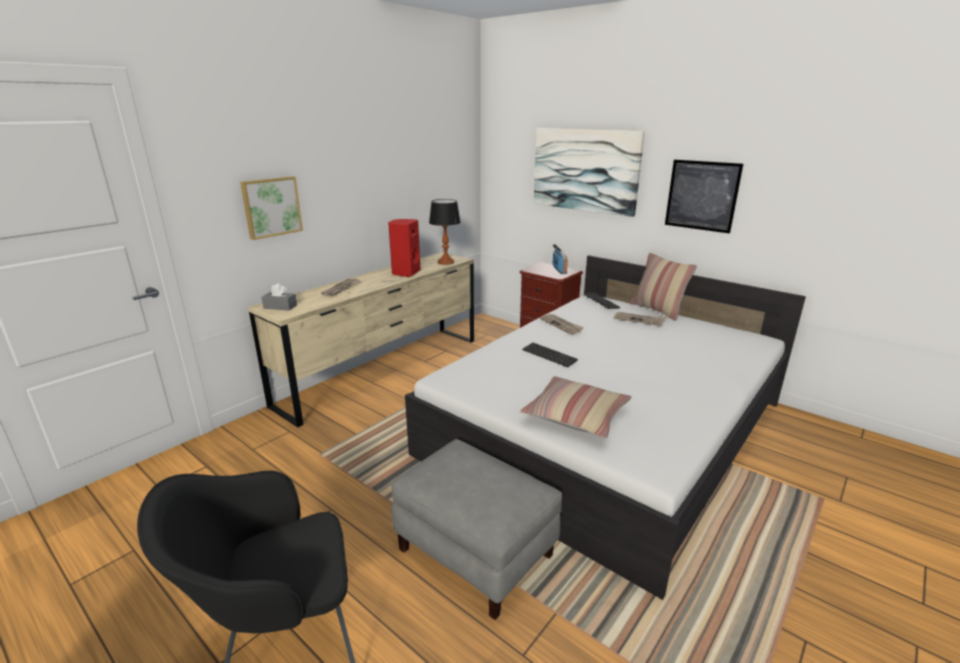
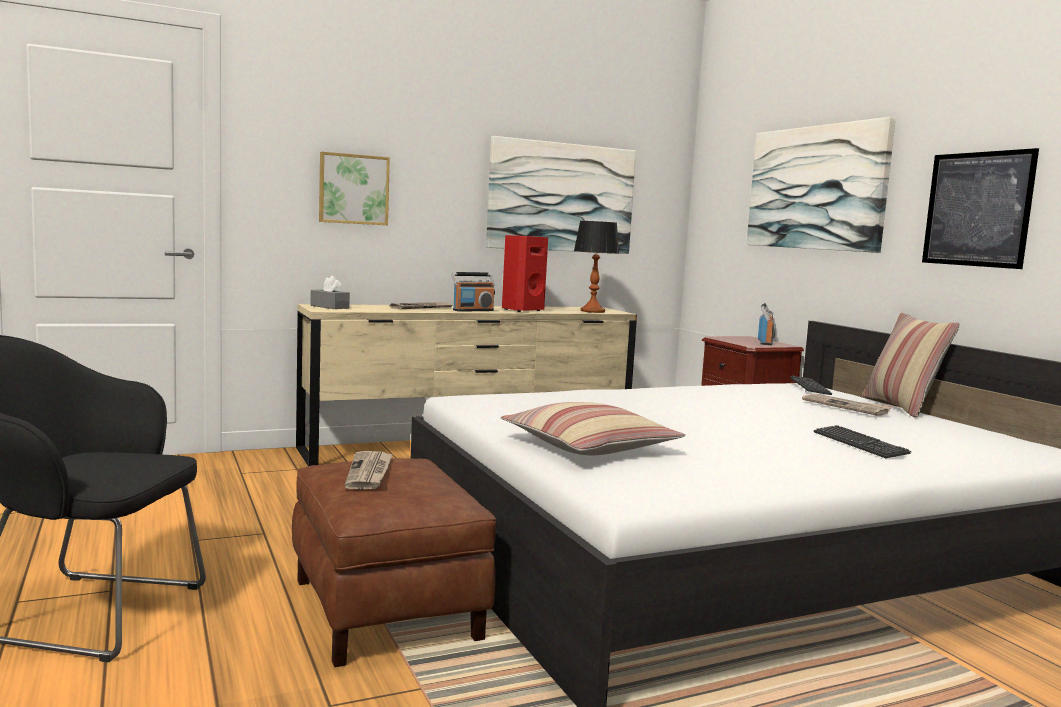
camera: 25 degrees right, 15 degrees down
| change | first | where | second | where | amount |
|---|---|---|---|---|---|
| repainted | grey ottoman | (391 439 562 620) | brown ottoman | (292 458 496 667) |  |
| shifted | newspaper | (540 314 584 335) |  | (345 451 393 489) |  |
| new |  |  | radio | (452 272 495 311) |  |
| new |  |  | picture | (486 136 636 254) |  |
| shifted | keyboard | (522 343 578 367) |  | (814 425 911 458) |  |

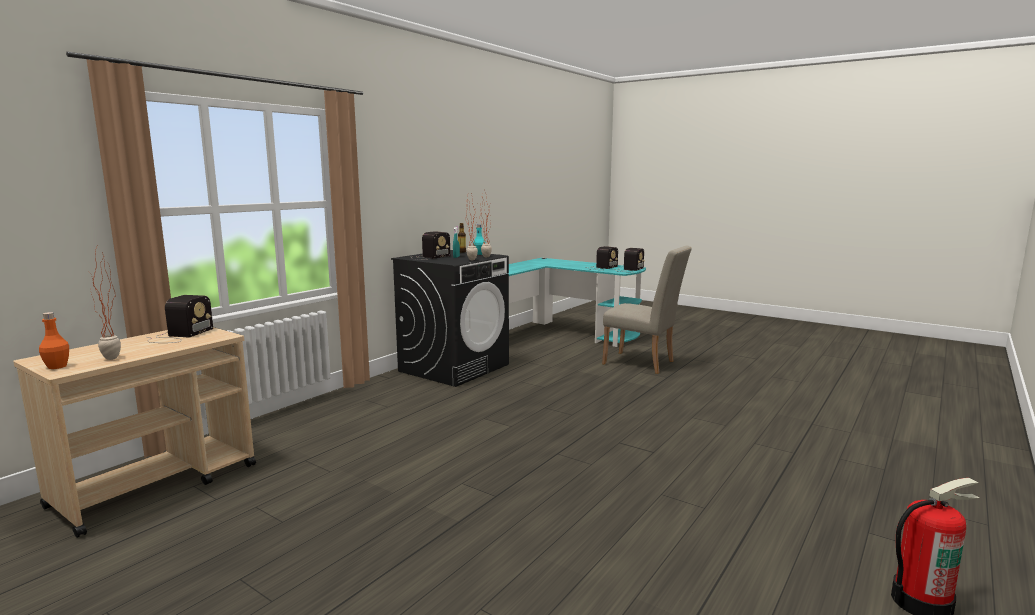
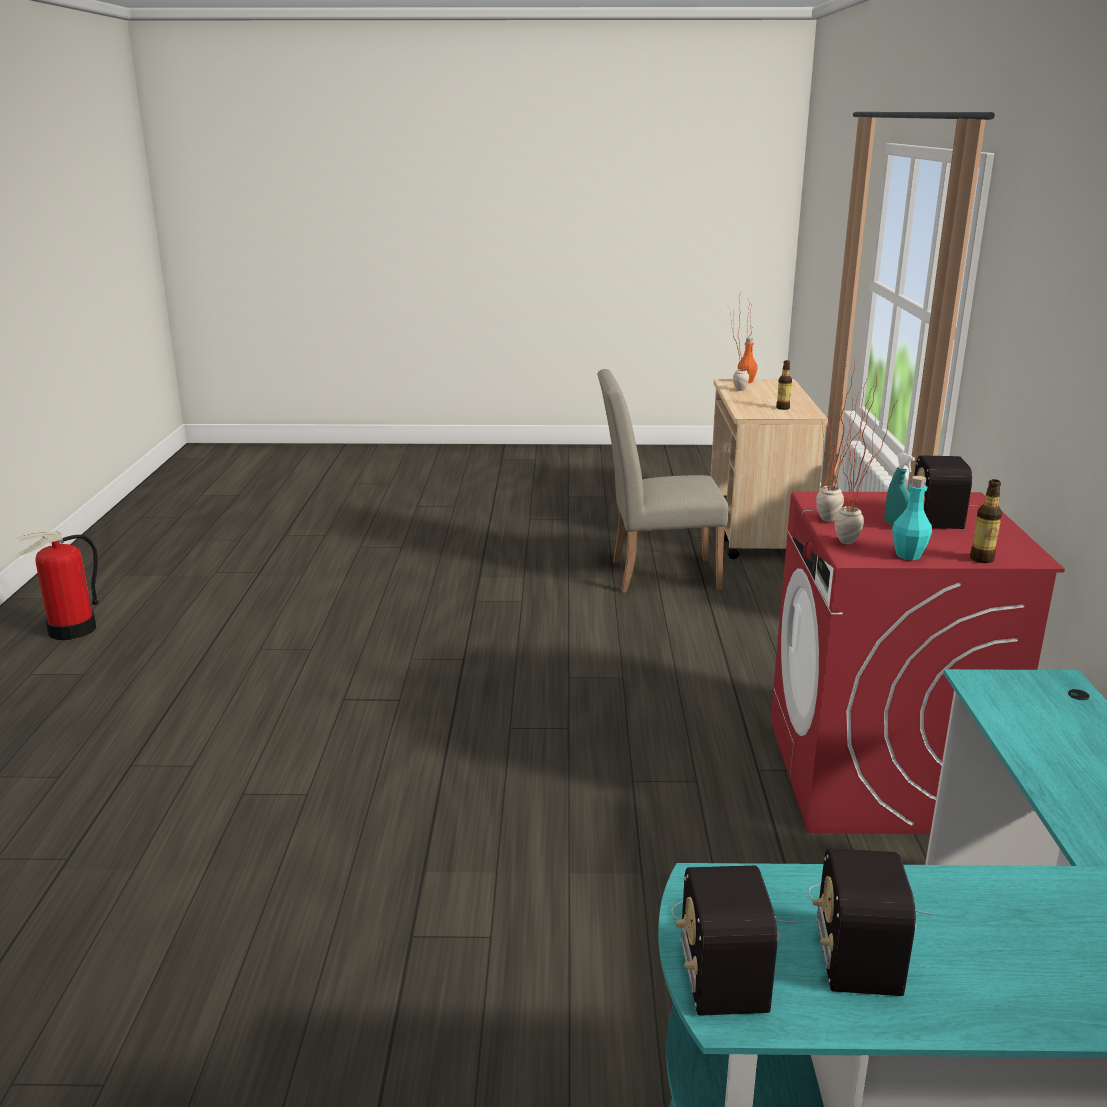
camera: 145 degrees right, 10 degrees up
| change | first | where | second | where | amount |
|---|---|---|---|---|---|
| shifted | beige chair | (602 246 692 374) |  | (597 369 728 593) |  |
| repainted | black washing machine | (391 250 509 387) | red washing machine | (770 492 1065 834) |  |
| swapped | radio | (148 295 213 343) | bottle | (776 360 792 410) |  |

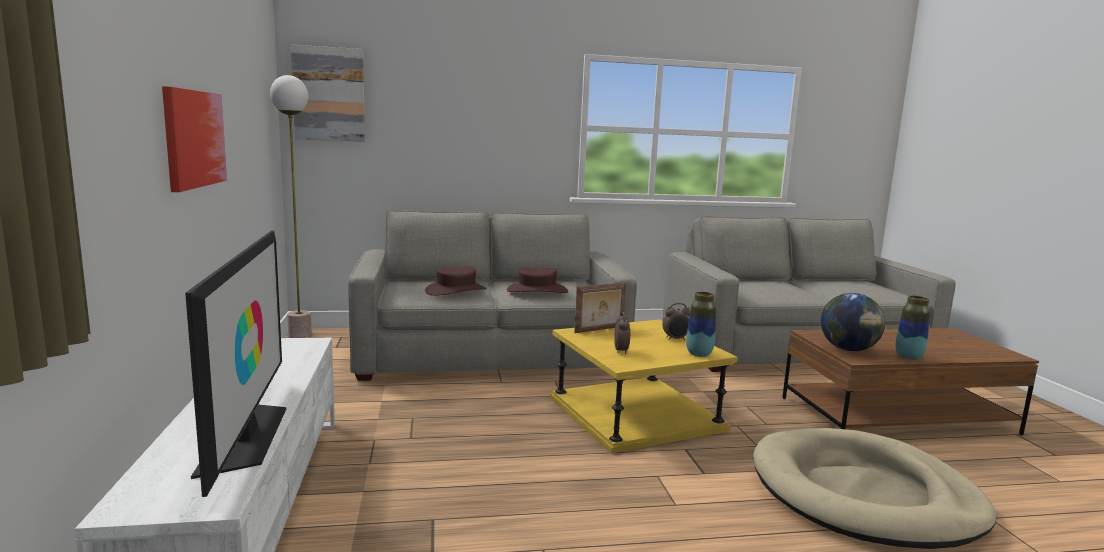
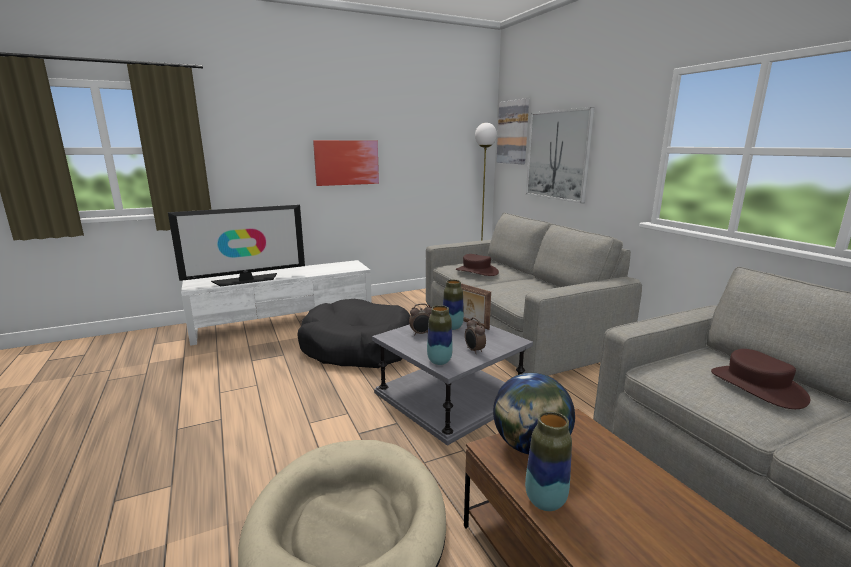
camera: 75 degrees right, 5 degrees up
| change | first | where | second | where | amount |
|---|---|---|---|---|---|
| new |  |  | black dog bed | (298 299 411 368) |  |
| repainted | yellow side table | (550 320 738 454) | grey side table | (372 321 533 446) |  |
| new |  |  | vase | (443 280 464 330) |  |
| new |  |  | picture | (526 107 595 203) |  |
| shifted | brown hat | (507 268 568 293) |  | (711 349 810 409) |  |

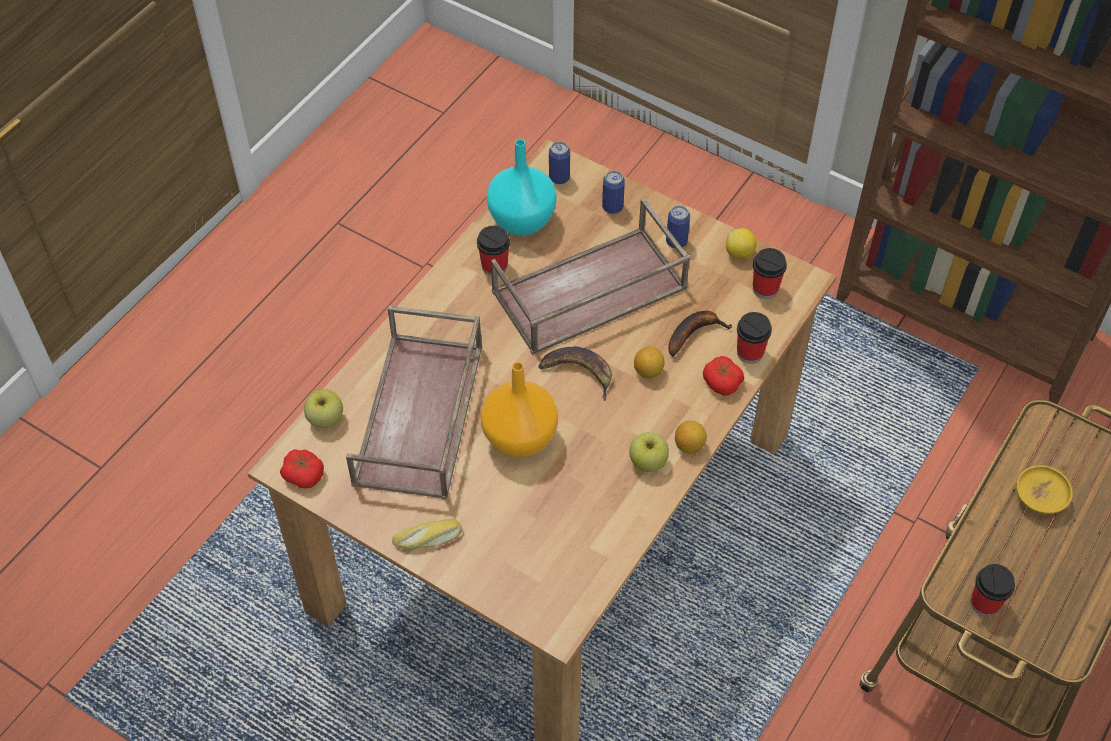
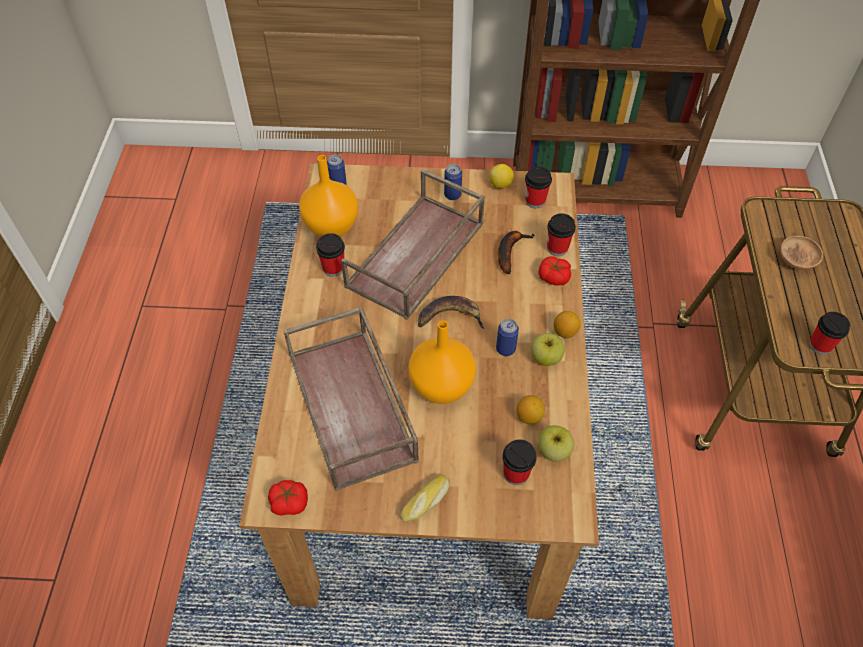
camera: 30 degrees left, 0 degrees up
| change | first | where | second | where | amount |
|---|---|---|---|---|---|
| repainted | turquoise vase | (487 139 557 235) | orange vase | (299 155 358 237) |  |
| shifted | can | (602 170 625 214) |  | (496 319 519 356) |  |
| new |  |  | cup | (503 439 537 485) |  |
| shifted | lemon | (634 347 665 379) |  | (517 395 545 424) |  |
| shifted | apple | (304 389 343 428) |  | (538 425 574 462) |  |
| repainted | yellow bowl | (1016 465 1073 514) | brown bowl | (780 236 823 270) |  |

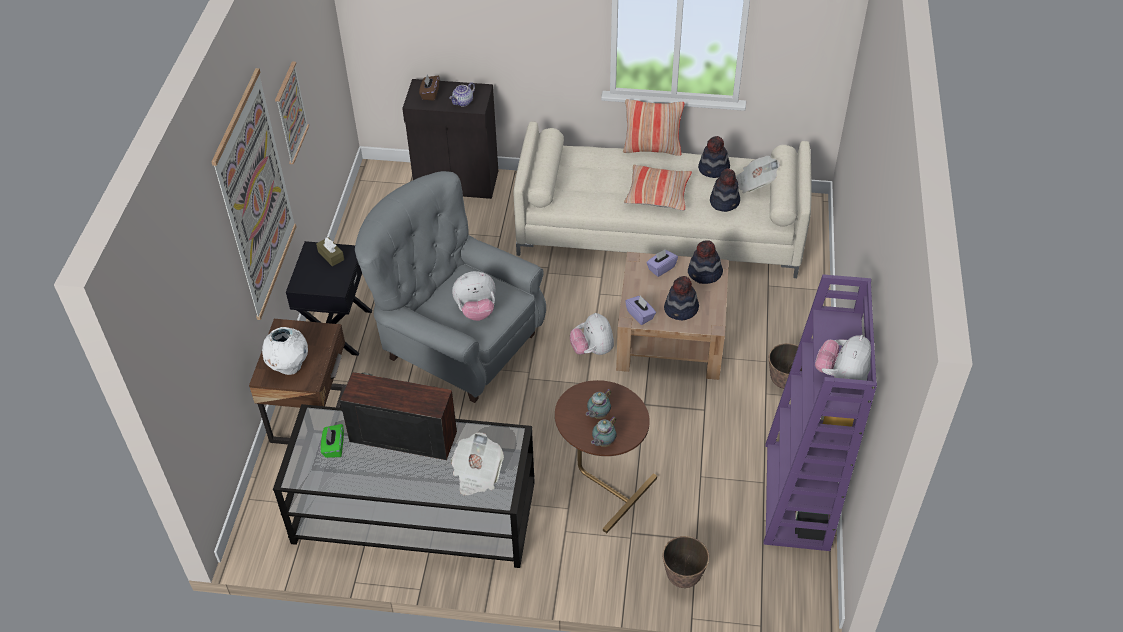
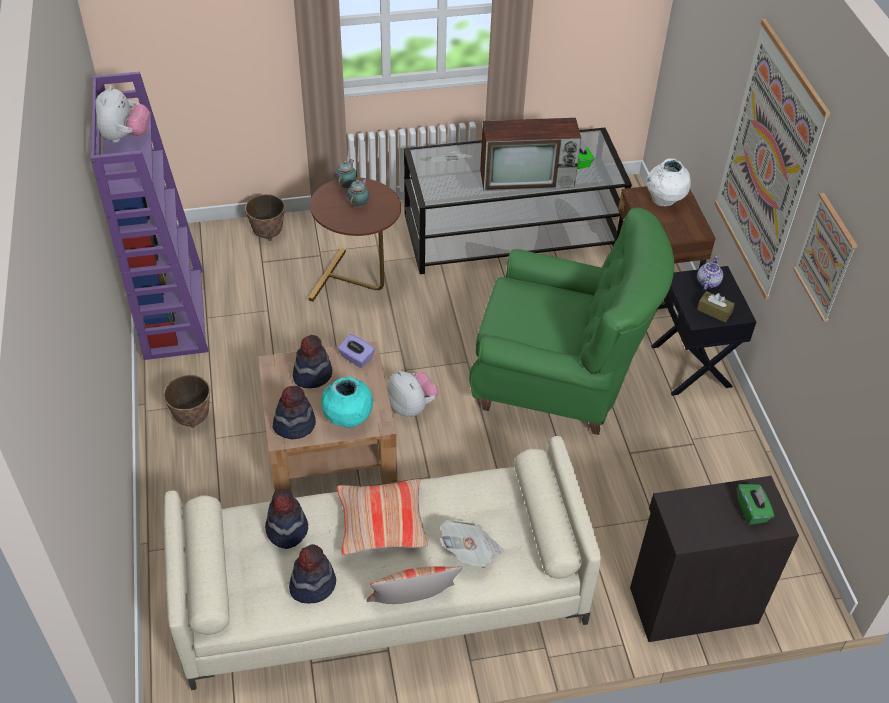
camera: 160 degrees right, 0 degrees up
| change | first | where | second | where | amount |
|---|---|---|---|---|---|
| swapped | purple tissue box | (646 249 678 277) | turquoise vase | (321 377 373 428) |  |
| shifted | newspaper | (736 156 780 193) |  | (439 519 504 568) |  |
| repainted | grey armchair | (355 171 546 403) | green armchair | (469 207 674 435) |  |
| shifted | teapot | (449 82 475 106) |  | (697 256 723 290) |  |
| repainted | brown tissue box | (419 74 439 100) | green tissue box | (737 484 774 525) |  |
| gone | plush toy | (452 271 495 321) |  |  |  |

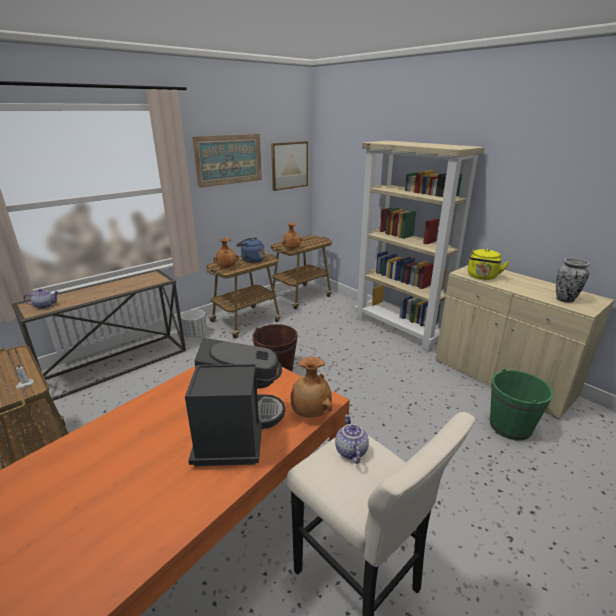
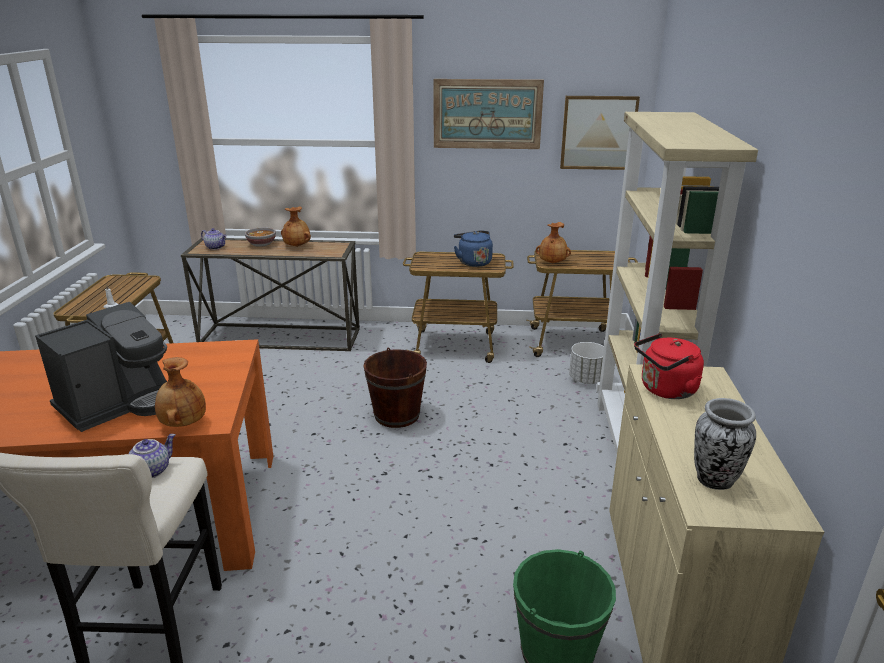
camera: 45 degrees right, 0 degrees up
| change | first | where | second | where | amount |
|---|---|---|---|---|---|
| new |  |  | bowl | (245 227 276 247) |  |
| shifted | brown vase | (213 237 239 267) |  | (281 206 311 247) |  |
| shifted | white planter | (181 309 207 337) |  | (569 342 604 384) |  |
| repainted | yellow kettle | (468 248 509 280) | red kettle | (634 333 704 399) |  |

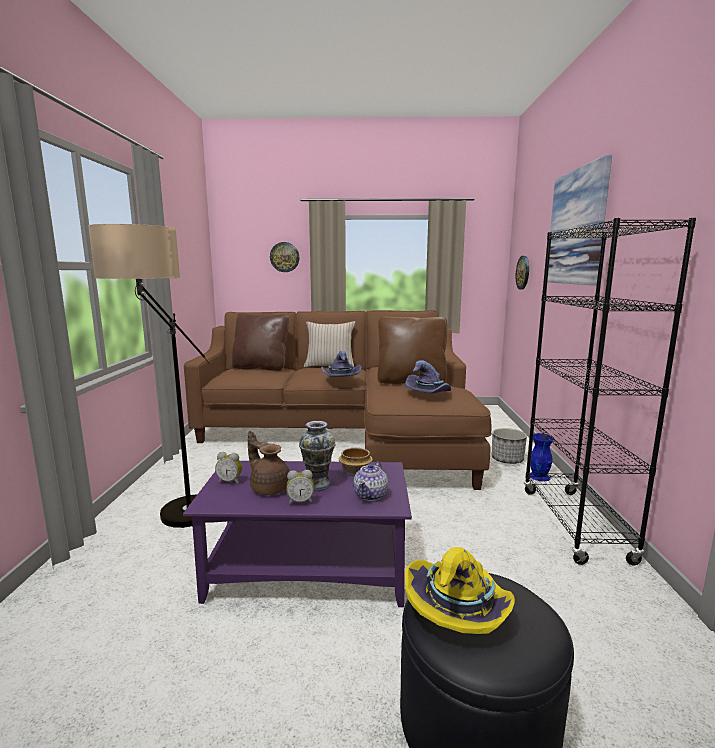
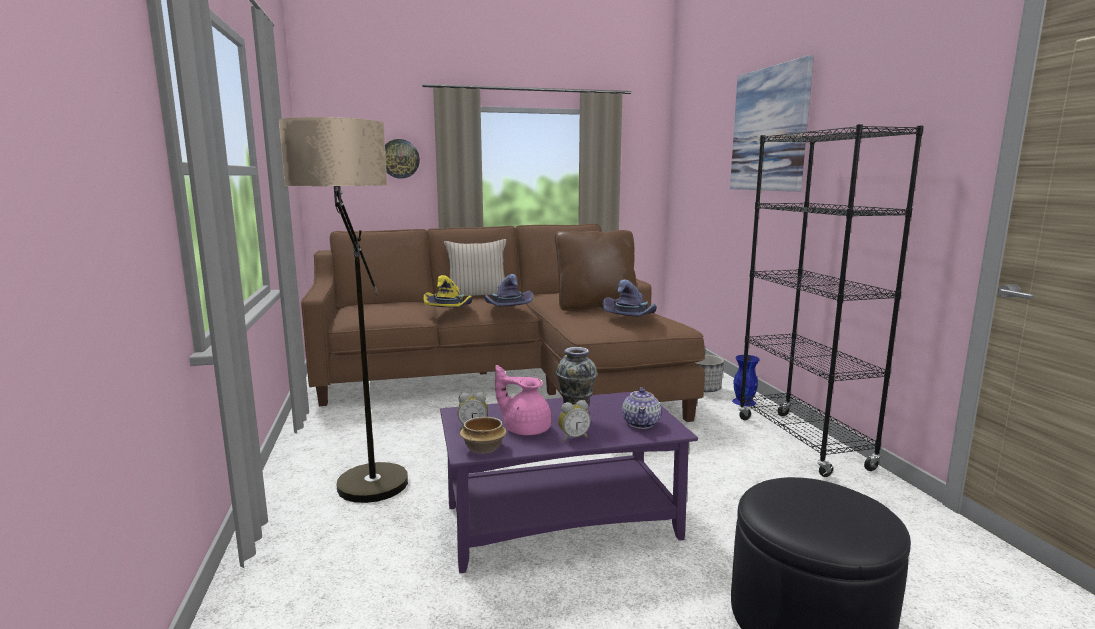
camera: 15 degrees left, 0 degrees up
| change | first | where | second | where | amount |
|---|---|---|---|---|---|
| shifted | yellow hat | (405 547 515 634) |  | (423 275 473 308) |  |
| shifted | bowl | (339 448 373 475) |  | (460 417 507 454) |  |
| repainted | brown teapot | (248 431 290 495) | pink teapot | (495 365 552 436) |  |
| gone | brown pillow | (232 313 289 371) |  |  |  |
| gone | wall clock | (516 256 529 290) |  |  |  |

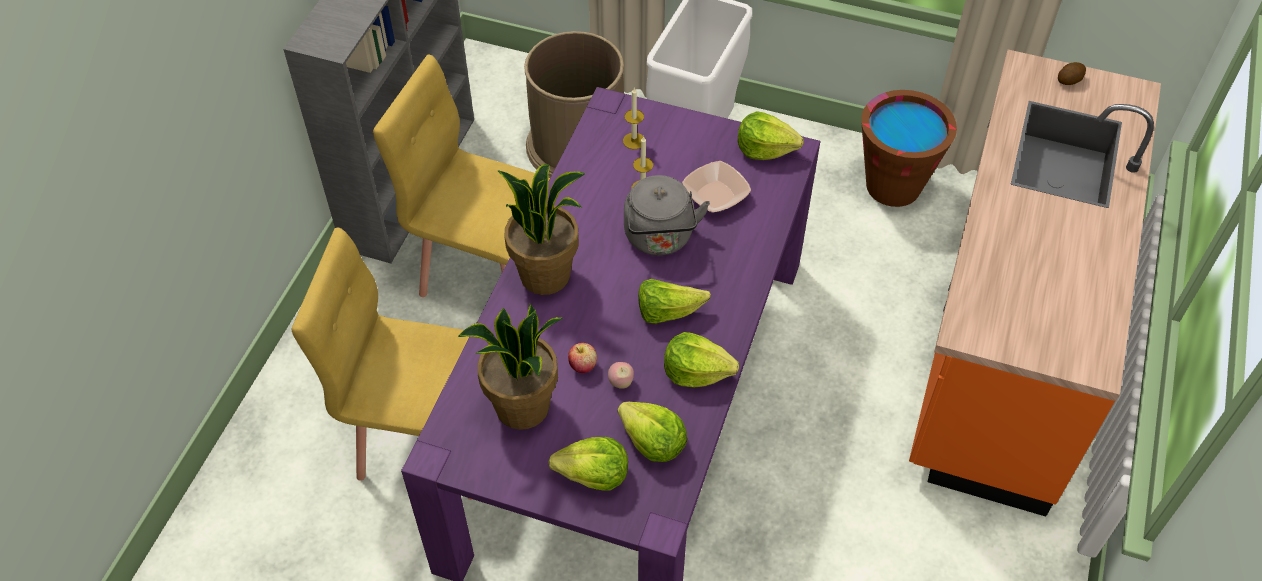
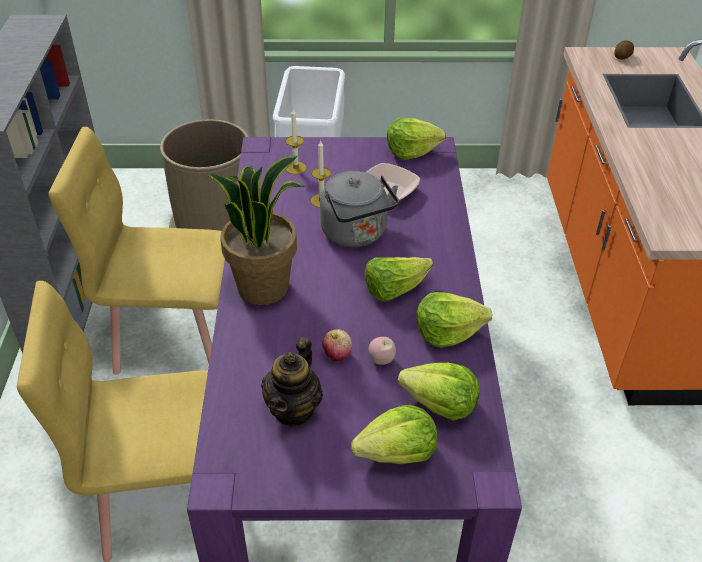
camera: 20 degrees left, 10 degrees down
| change | first | where | second | where | amount |
|---|---|---|---|---|---|
| swapped | potted plant | (458 304 563 430) | teapot | (261 337 323 427) |  |
| gone | brown bucket | (861 90 957 207) |  |  |  |

